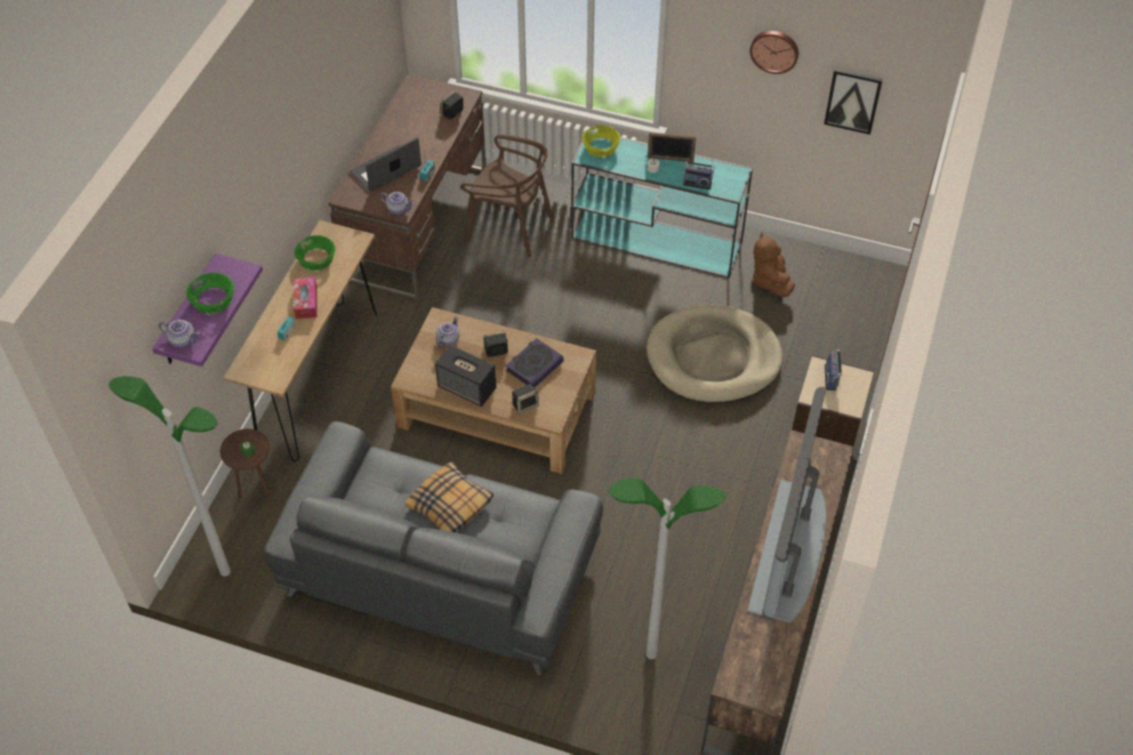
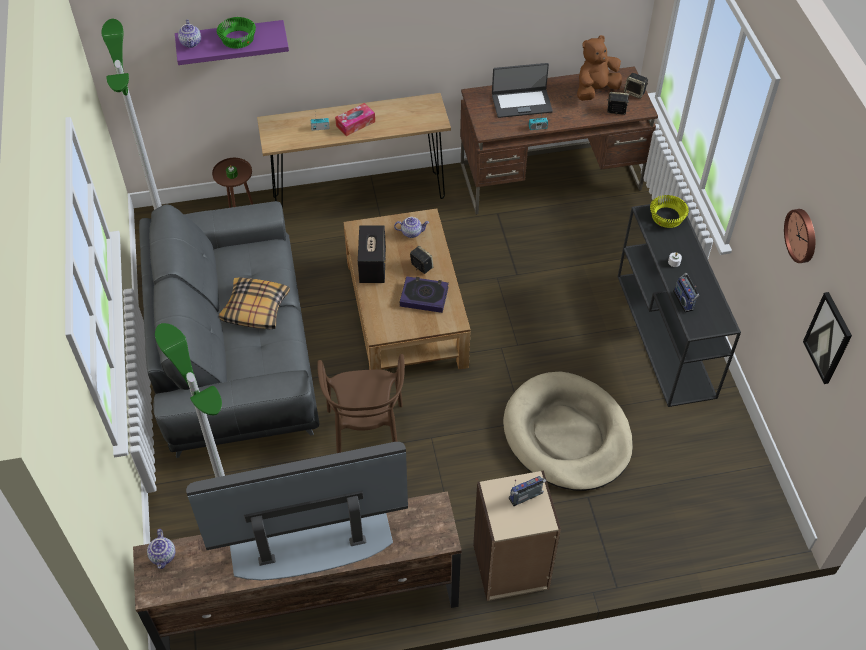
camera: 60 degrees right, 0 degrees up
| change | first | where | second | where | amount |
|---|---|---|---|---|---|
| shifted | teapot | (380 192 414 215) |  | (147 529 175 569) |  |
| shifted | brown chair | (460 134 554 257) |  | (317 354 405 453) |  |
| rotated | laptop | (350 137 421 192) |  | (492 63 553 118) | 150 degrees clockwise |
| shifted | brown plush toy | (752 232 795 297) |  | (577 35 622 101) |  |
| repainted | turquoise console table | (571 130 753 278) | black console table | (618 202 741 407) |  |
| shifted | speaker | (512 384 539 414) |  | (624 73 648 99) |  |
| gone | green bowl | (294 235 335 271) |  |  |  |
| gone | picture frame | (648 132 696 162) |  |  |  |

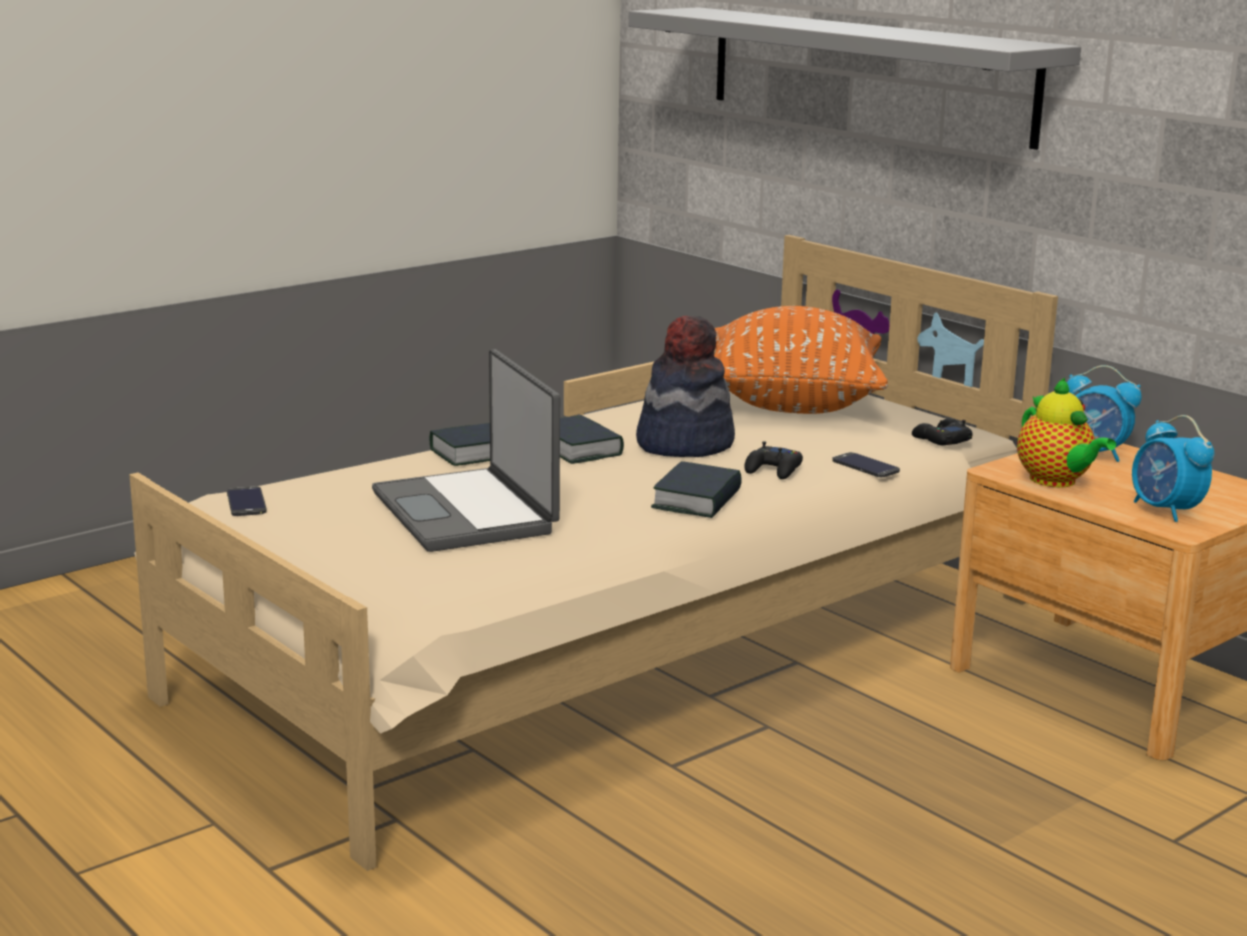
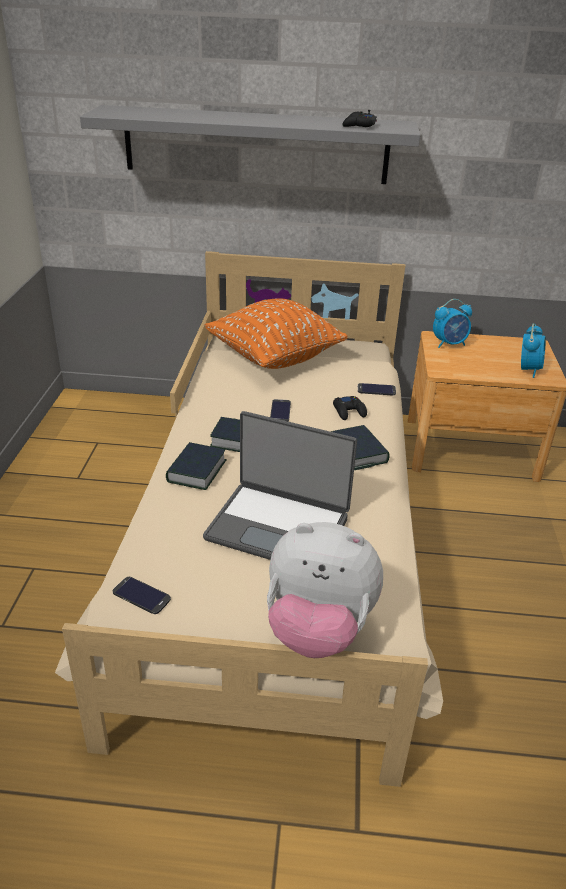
camera: 45 degrees left, 15 degrees up
| change | first | where | second | where | amount |
|---|---|---|---|---|---|
| new |  |  | plush toy | (267 522 383 658) |  |
| swapped | hat | (636 316 735 457) | phone | (270 399 291 422) |  |
| shifted | black game controller | (912 419 973 445) |  | (342 110 377 127) |  |
| rotated | alarm clock | (1132 415 1214 522) |  | (521 323 546 378) | 90 degrees counterclockwise |
| gone | teapot | (1017 378 1116 488) |  |  |  |

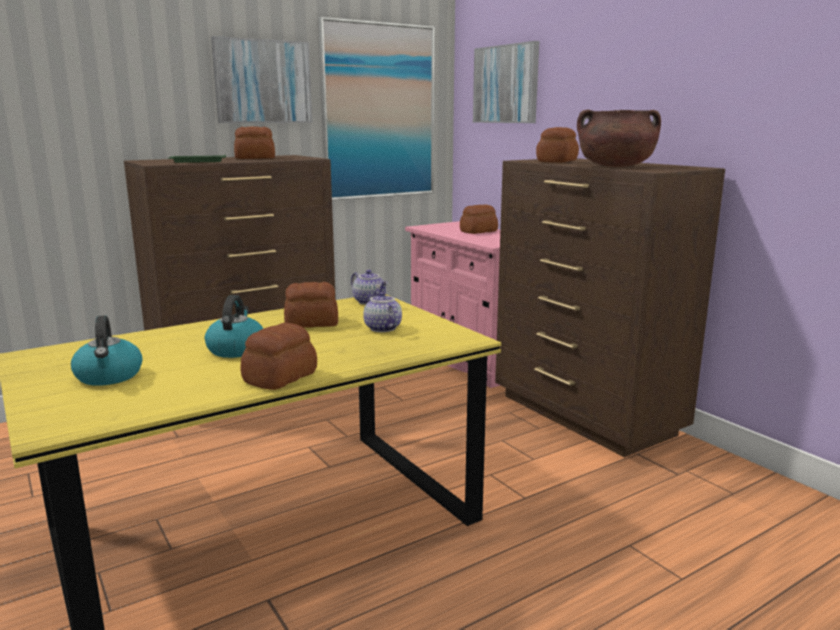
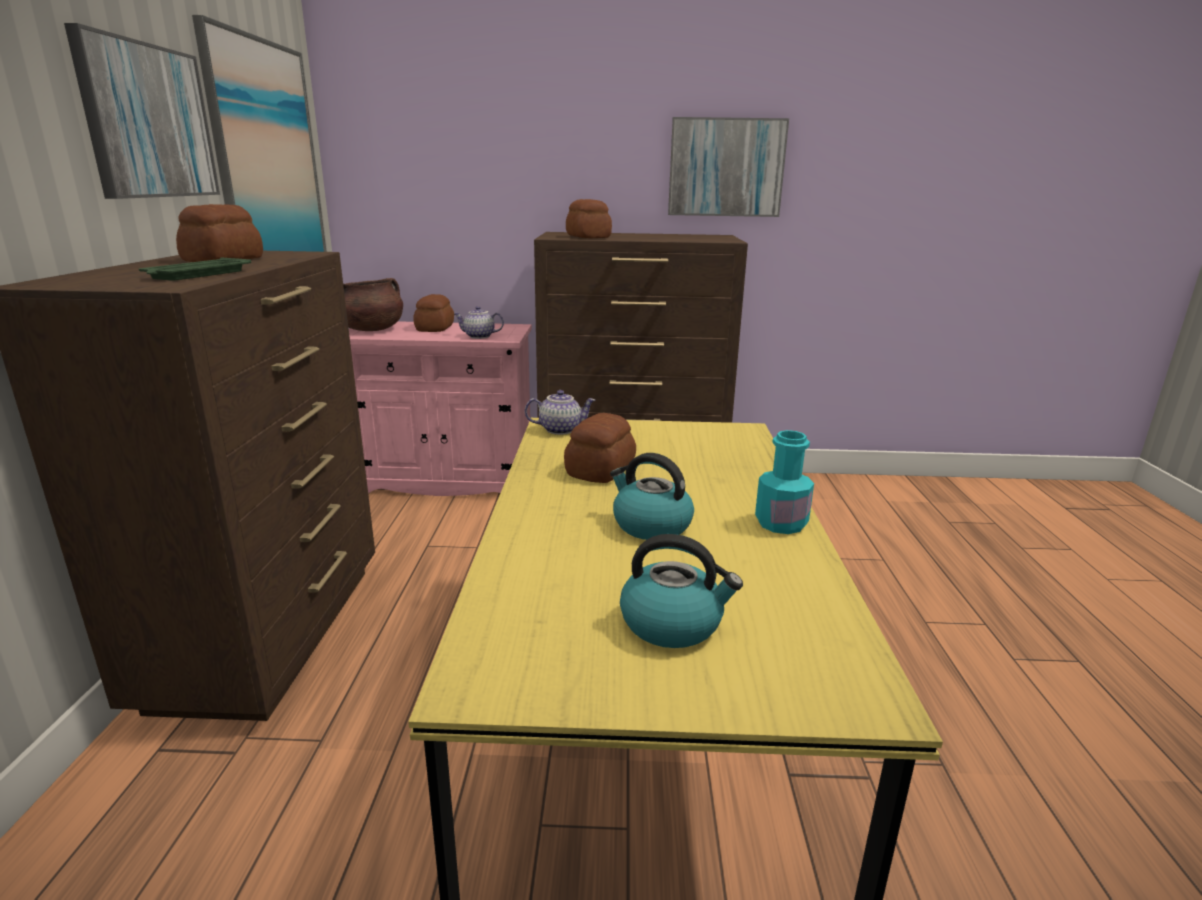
camera: 55 degrees left, 5 degrees up
| change | first | where | second | where | amount |
|---|---|---|---|---|---|
| shifted | brown cooking pot | (577 110 661 167) |  | (343 278 403 331) |  |
| shifted | teapot | (363 292 402 332) |  | (454 306 504 339) |  |
| shifted | picture | (473 41 539 123) |  | (668 117 789 217) |  |
| swapped | bread | (241 323 317 390) | turquoise bottle | (755 430 814 534) |  |

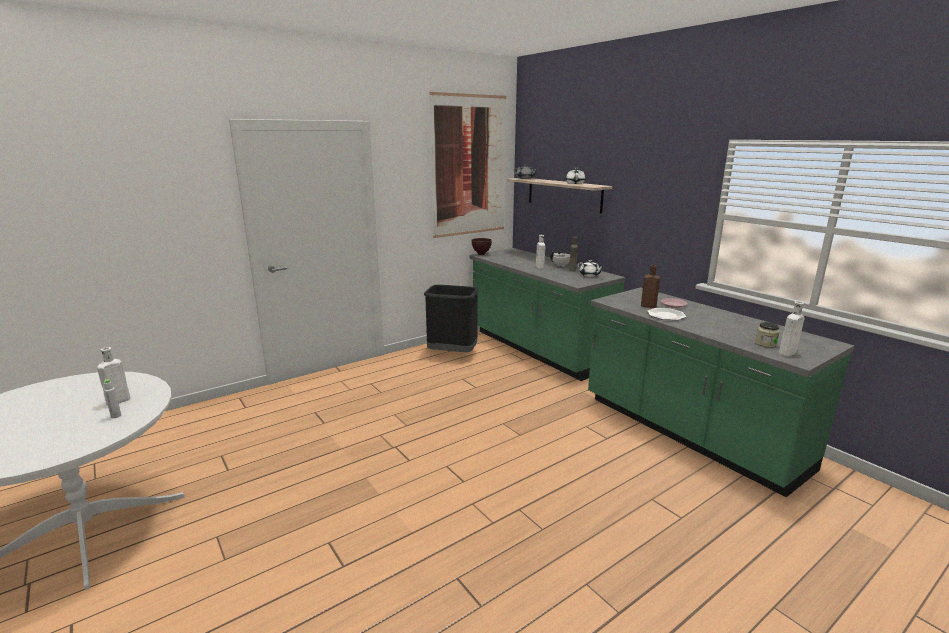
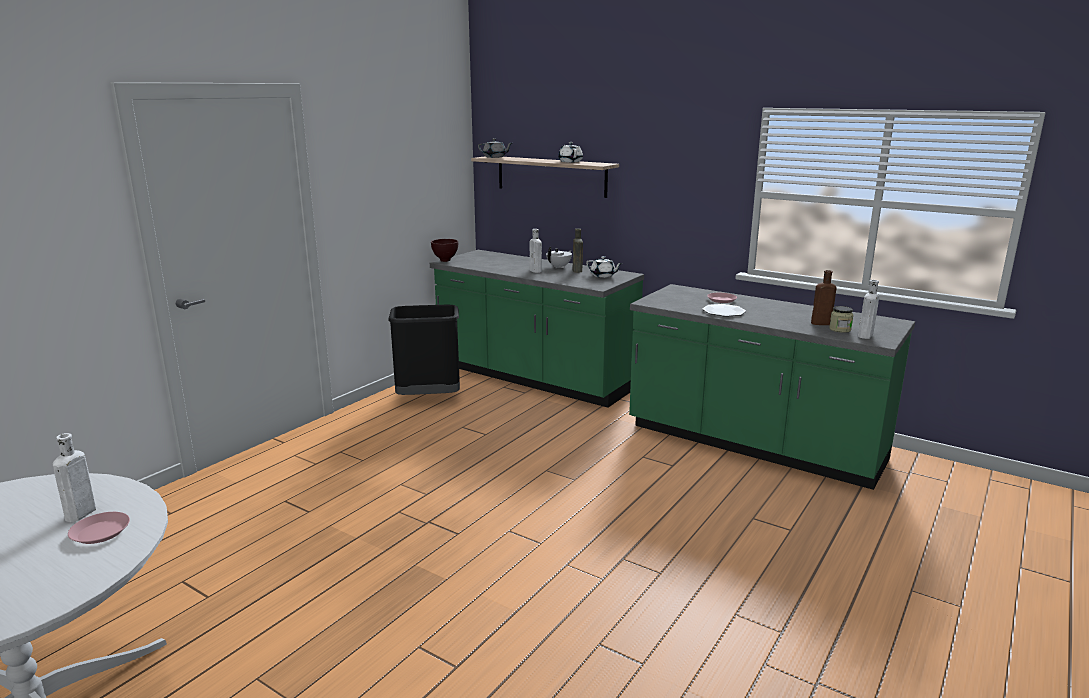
camera: 20 degrees left, 0 degrees up
| change | first | where | second | where | amount |
|---|---|---|---|---|---|
| swapped | grey bottle | (104 379 121 418) | pink plate | (68 512 130 544) |  |
| shifted | brown bottle | (641 265 660 308) |  | (811 270 836 325) |  |
| gone | picture | (429 92 506 238) |  |  |  |

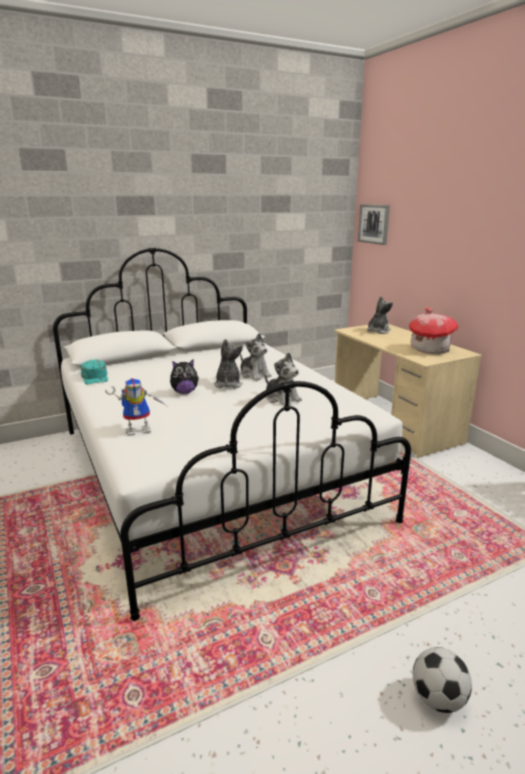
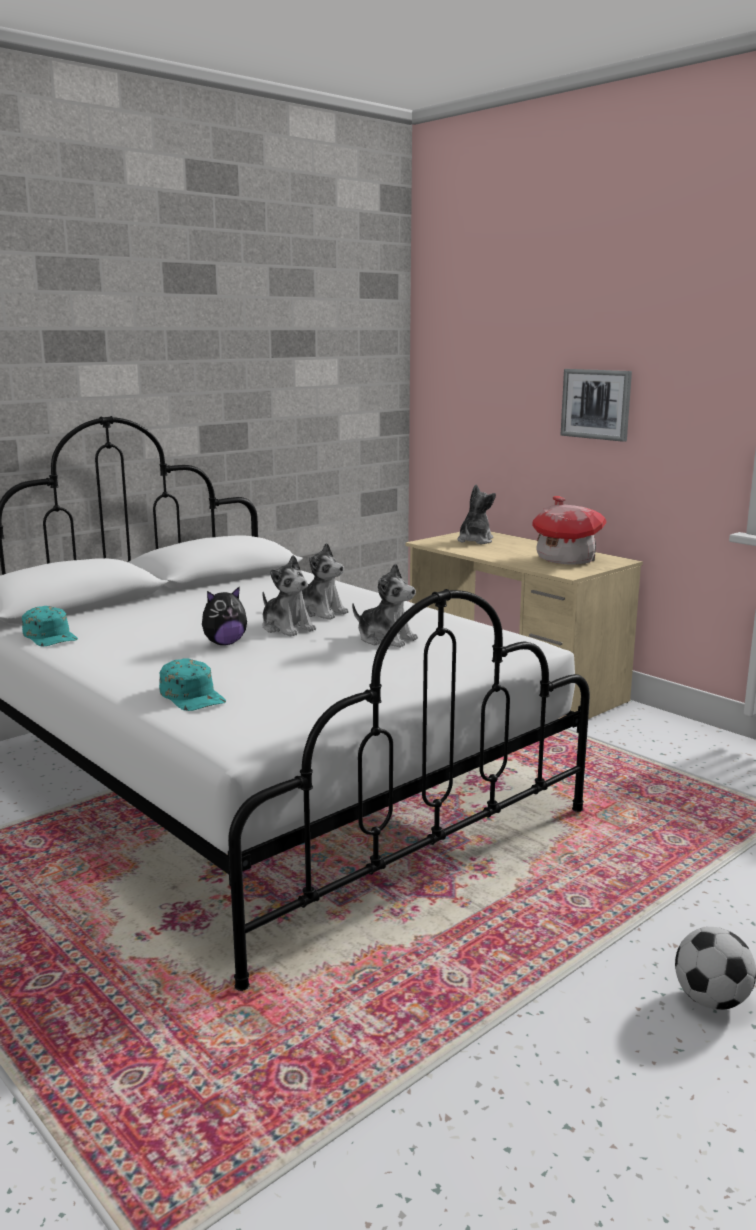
camera: 15 degrees left, 5 degrees down
| change | first | where | second | where | amount |
|---|---|---|---|---|---|
| swapped | toy robot | (105 378 167 436) | turquoise cap | (159 658 226 711) |  |
| rotated | plush toy | (214 339 243 389) |  | (262 555 316 637) | 150 degrees clockwise |
| shifted | picture | (358 204 390 245) |  | (561 369 632 442) |  |

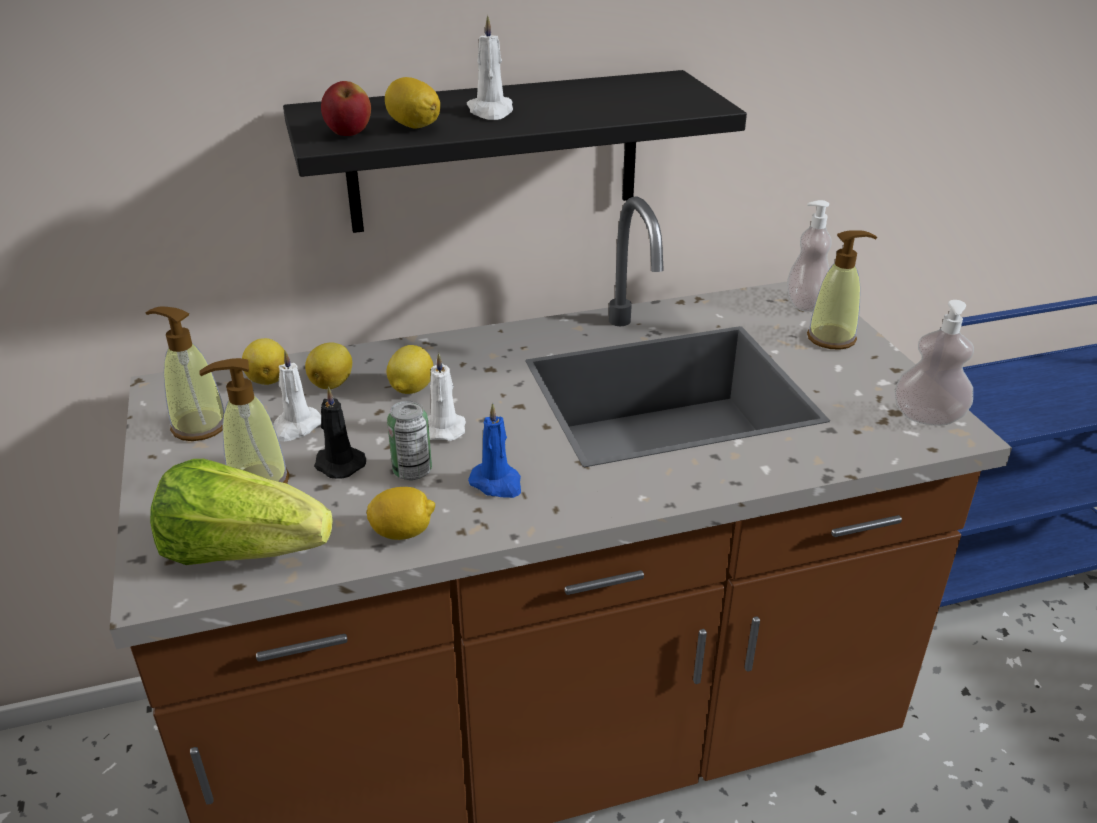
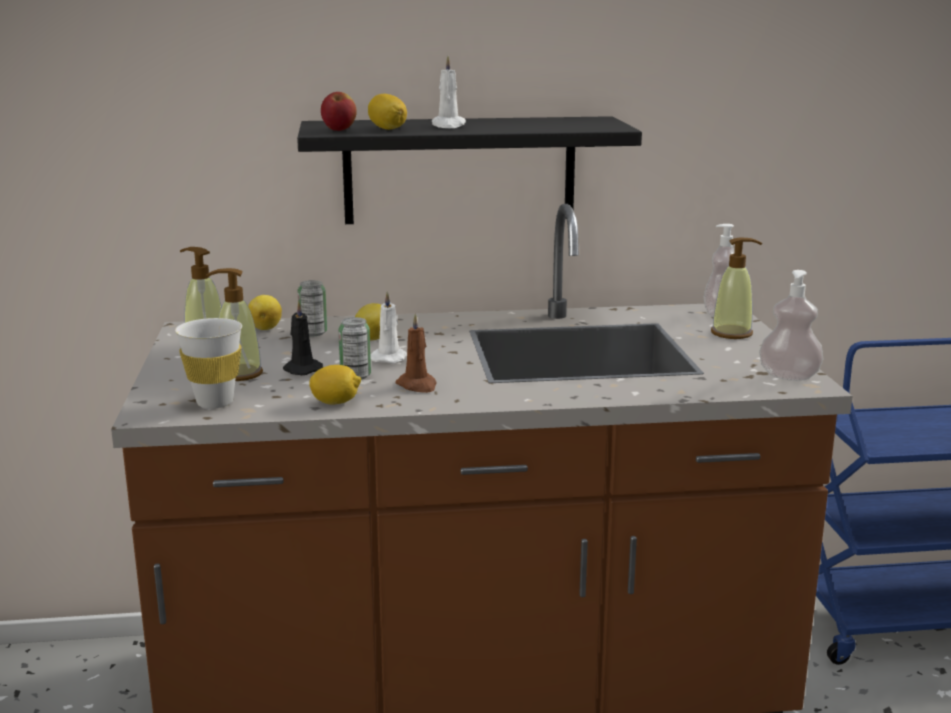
camera: 10 degrees right, 15 degrees down
| change | first | where | second | where | amount |
|---|---|---|---|---|---|
| swapped | lettuce | (150 459 333 565) | white cup | (175 318 242 409) |  |
| swapped | lemon | (305 342 352 389) | can | (298 280 327 336) |  |
| repainted | blue candle | (468 403 521 498) | brown candle | (395 313 437 393) |  |
| gone | white candle | (273 350 321 441) |  |  |  |

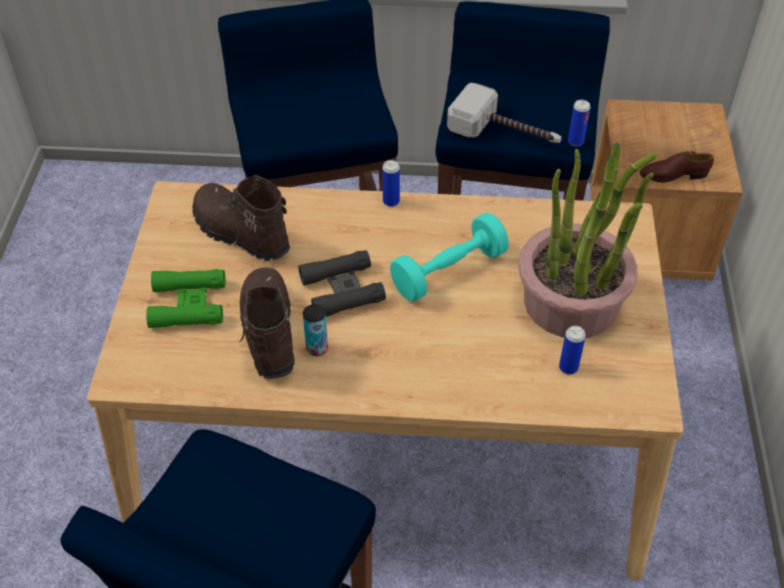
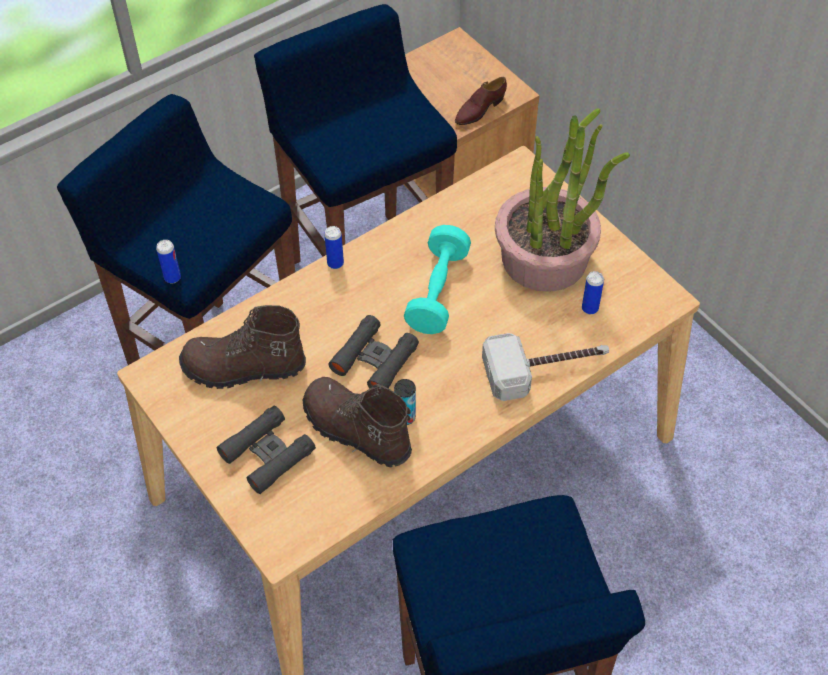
camera: 40 degrees left, 5 degrees up
| change | first | where | second | where | amount |
|---|---|---|---|---|---|
| shifted | can | (568 100 590 146) |  | (156 240 181 283) |  |
| repainted | green binoculars | (146 269 225 328) | black binoculars | (217 406 316 494) |  |
| shifted | hammer | (447 83 562 143) |  | (482 333 609 401) |  |

